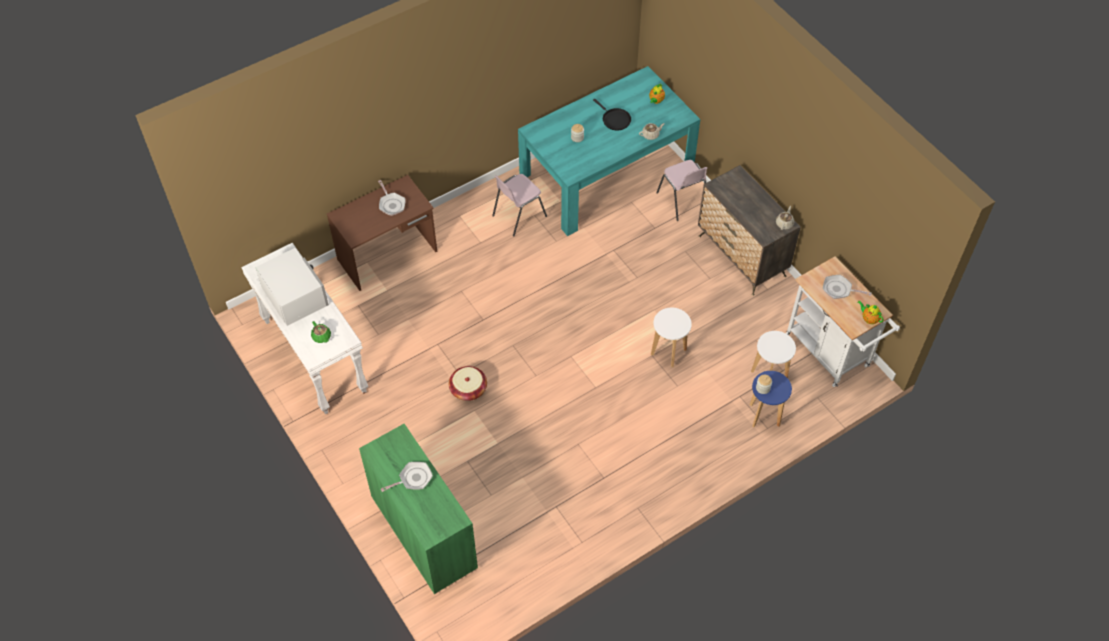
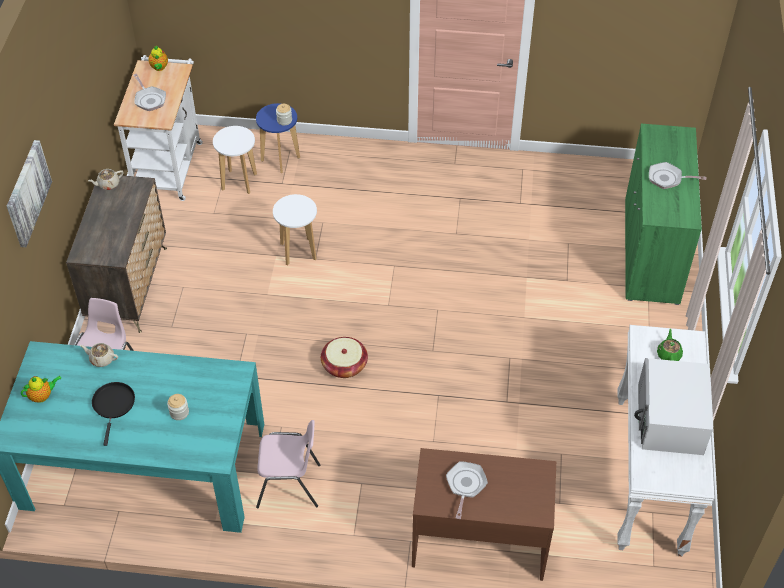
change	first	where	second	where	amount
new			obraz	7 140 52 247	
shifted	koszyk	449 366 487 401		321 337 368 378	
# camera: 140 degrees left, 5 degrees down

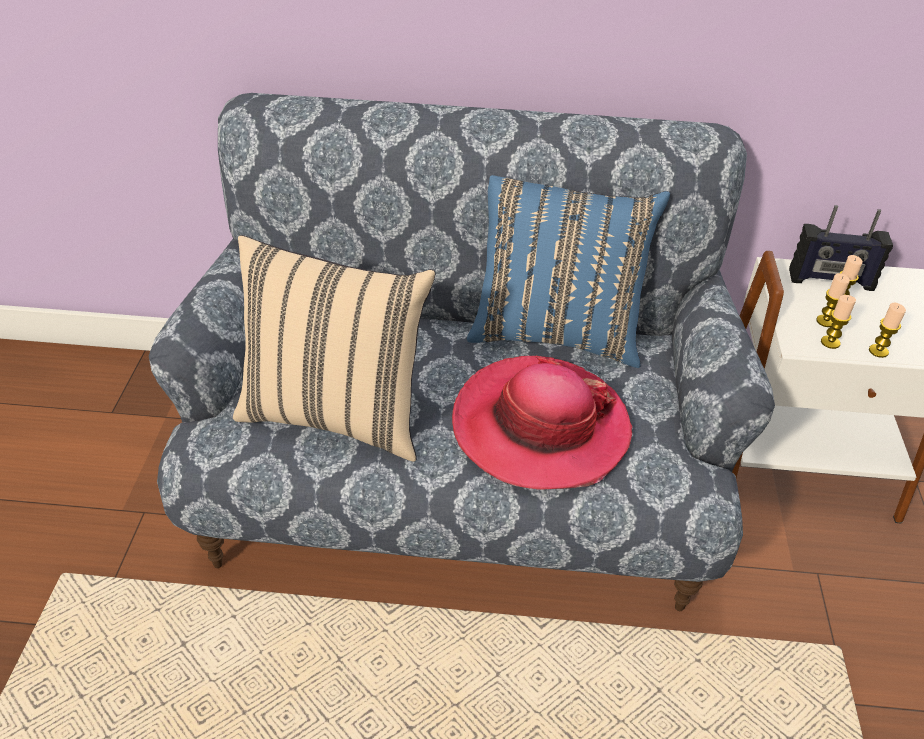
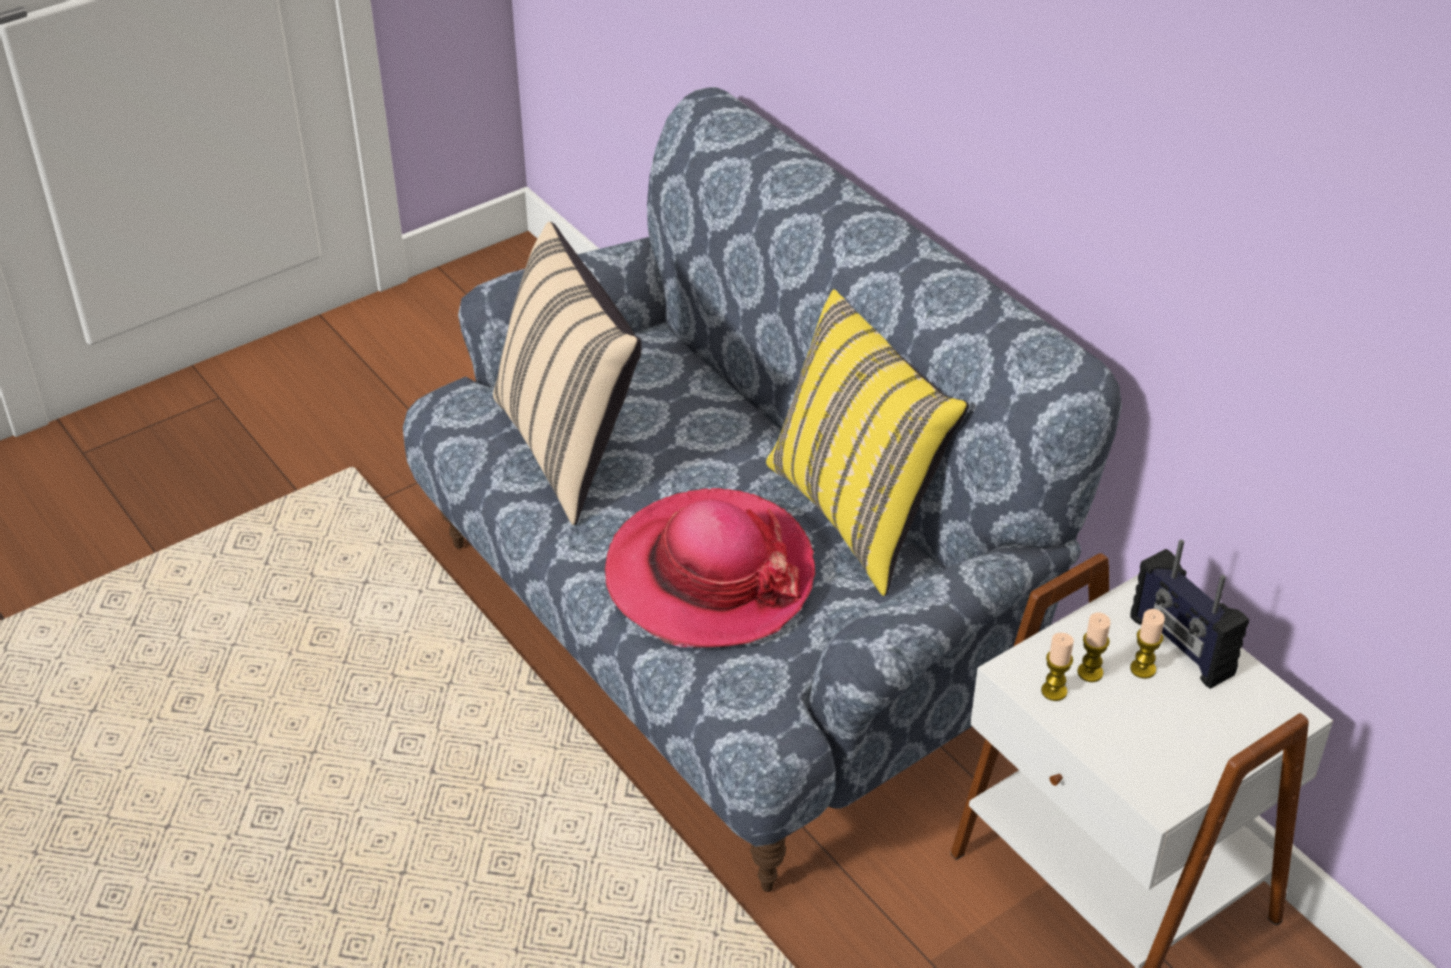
change	first	where	second	where	amount
repainted	poduszka/niebieski	467 175 670 368	poduszka/żółty	766 289 969 596	
gone	świeca	869 303 906 358			
# camera: 50 degrees right, 0 degrees up

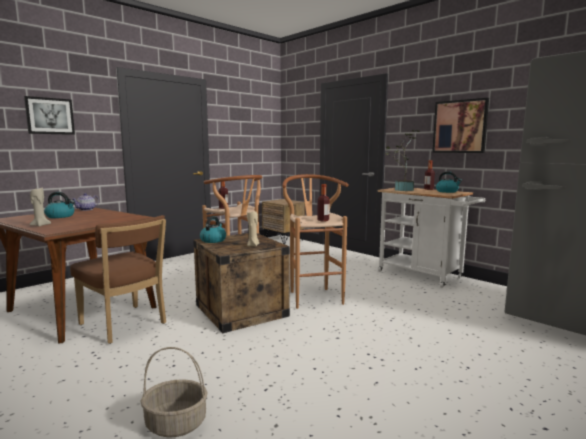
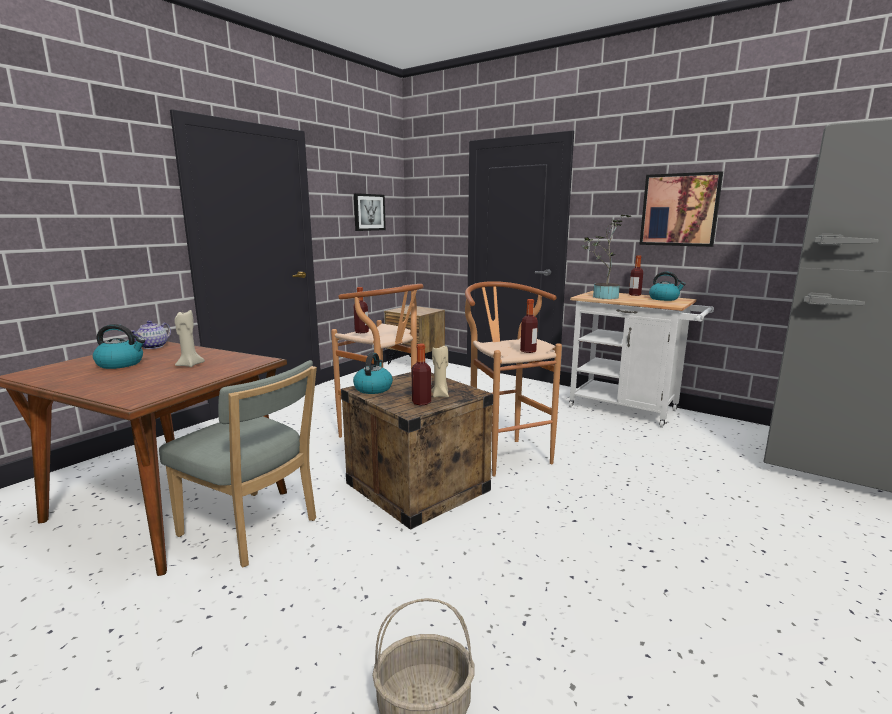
change	first	where	second	where	amount
repainted	krzesło/brązowy	70 215 166 344	krzesło/szary	159 360 317 568	
shifted	świeca/beżowy	29 187 51 227		175 310 205 367	
shifted	obraz	24 96 75 135		354 193 386 231	
new			butelka	411 344 431 406	
# camera: 10 degrees left, 5 degrees up

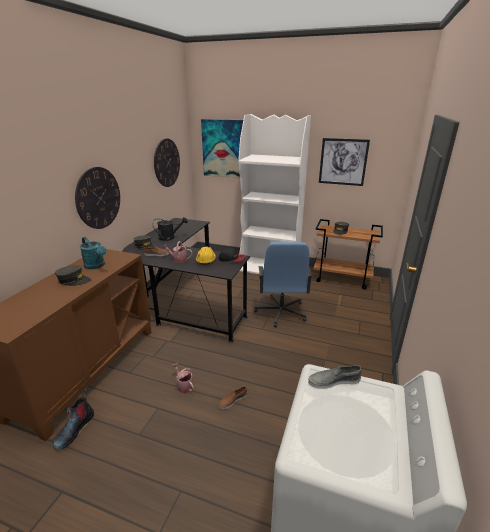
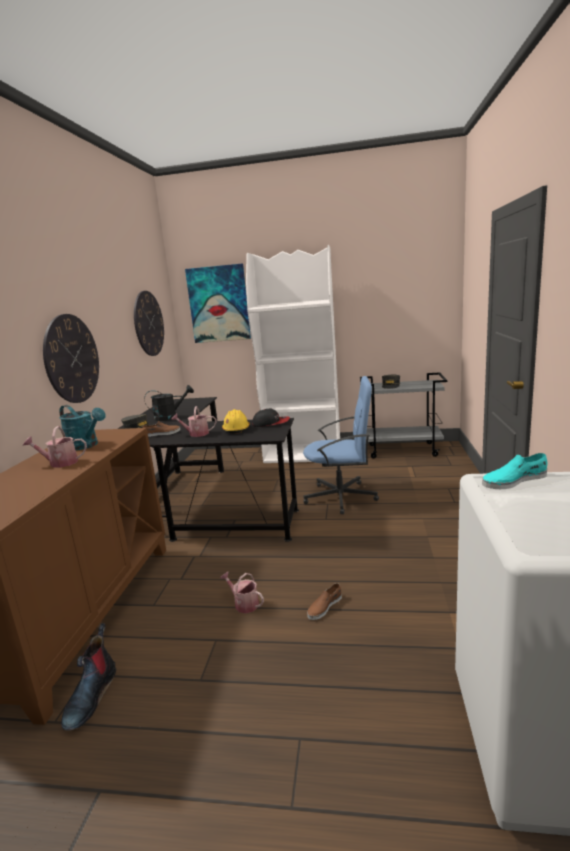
change	first	where	second	where	amount
swapped	czapka z daszkiem/szary	55 265 91 286	konewka	23 426 87 468	
rotated	krzesło biurowe/niebieski	254 242 313 327		303 376 379 514	75 degrees counterclockwise
repainted	wózek/brązowy	313 219 383 290	wózek/szary	360 372 447 458	
repainted	but/szary	308 365 362 389	but/turkusowy	482 453 548 489	
gone	obraz	319 138 370 186			
# camera: 10 degrees left, 10 degrees down

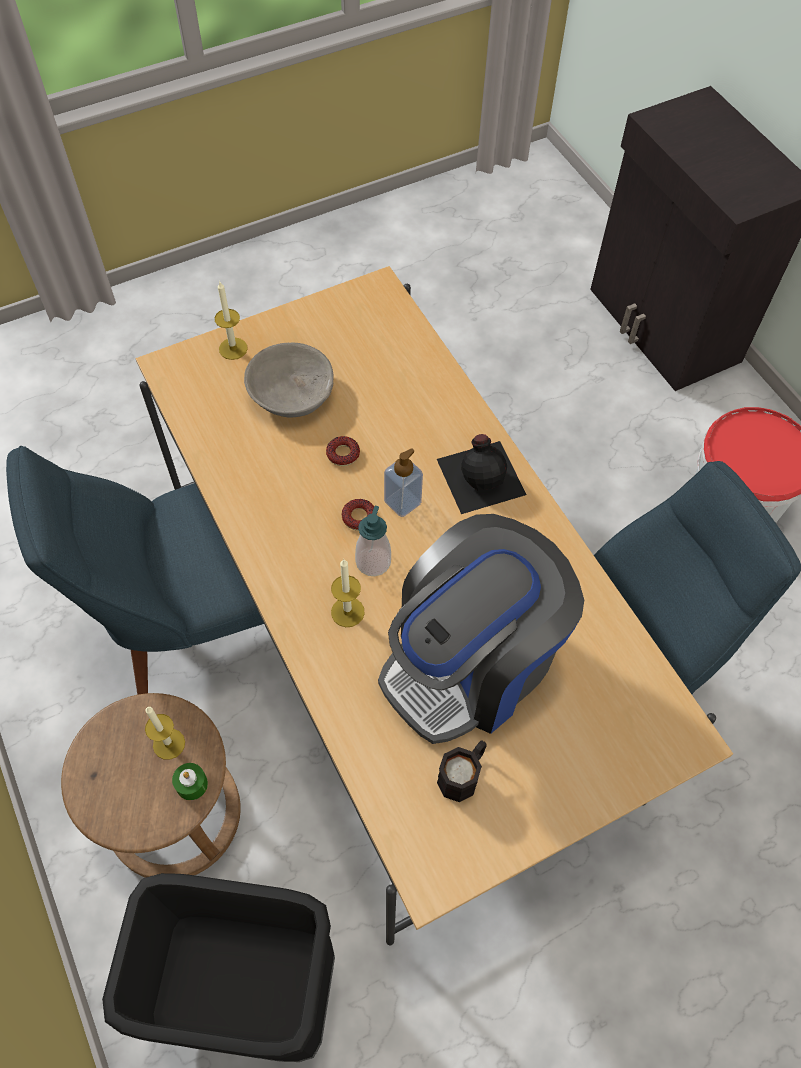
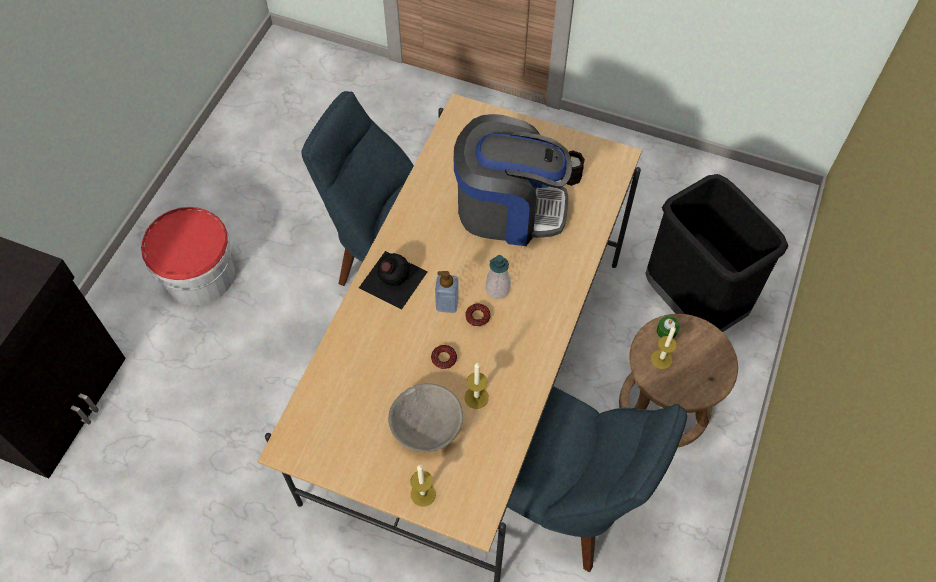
change	first	where	second	where	amount
shifted	świeca	331 559 365 627		465 363 489 409	
# camera: 130 degrees left, 0 degrees up

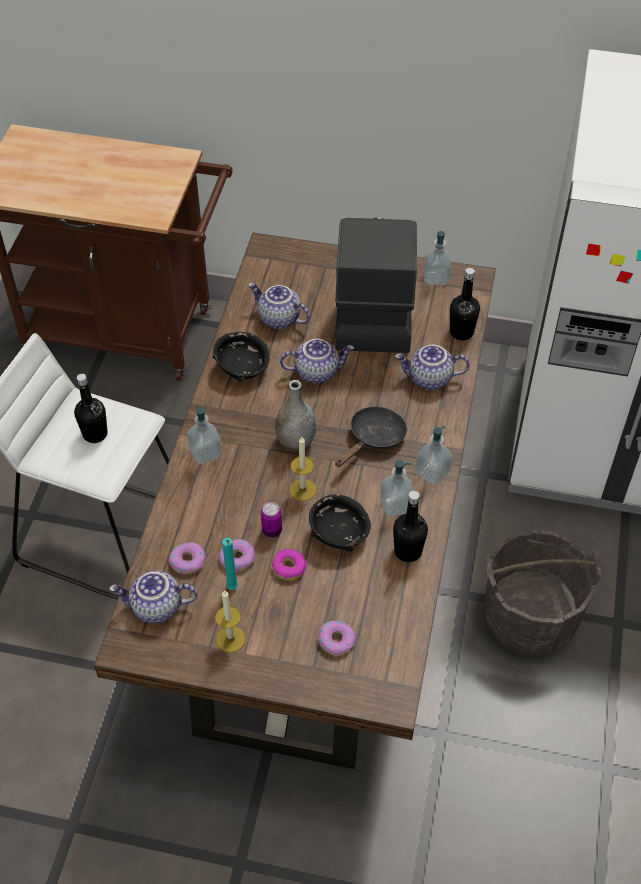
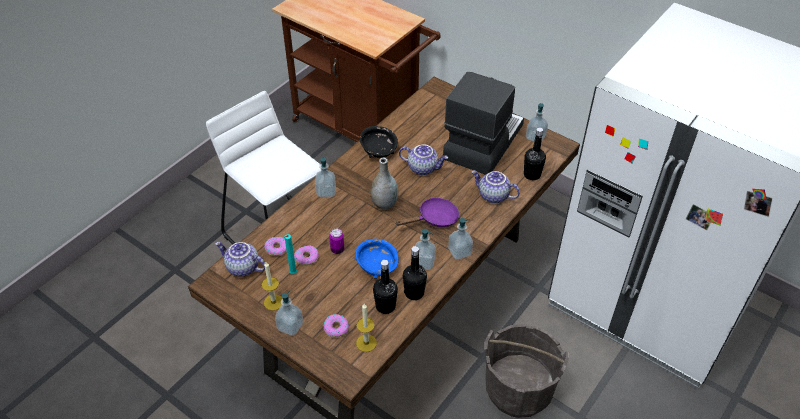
change	first	where	second	where	amount
new			dozownik mydła	275 290 303 336	
repainted	miska/czarny	309 494 371 552	miska/niebieski	355 239 399 279	
shifted	świeca	289 437 316 501		356 304 377 352	
shifted	butelka/czarny	74 374 108 443		373 260 398 314	
repainted	patelnia/czarny	335 406 408 467	patelnia/fioletowy	396 198 459 227	
gone	imbryk	248 282 310 329			
gone	donut	272 549 307 581			
# camera: 25 degrees right, 5 degrees down

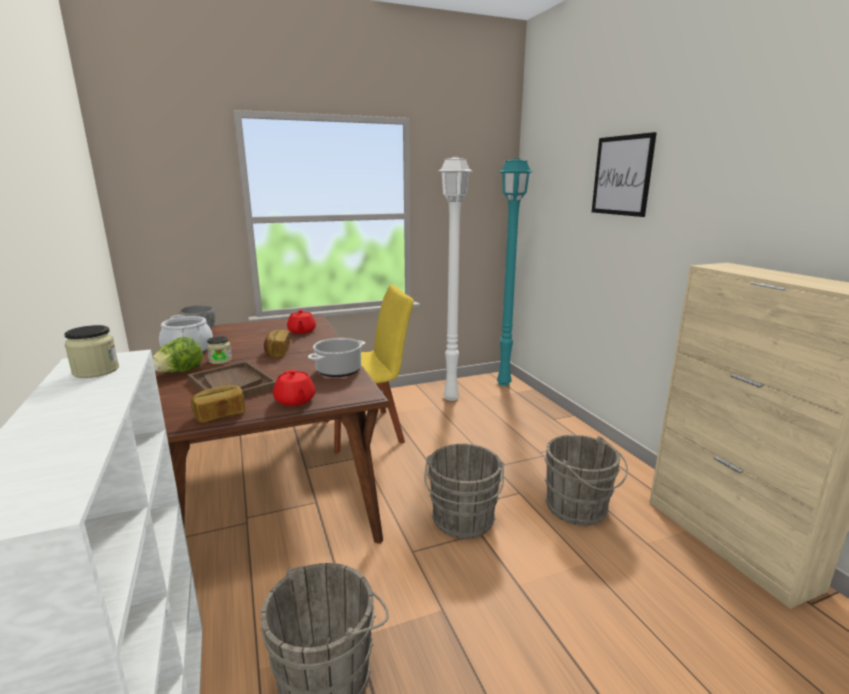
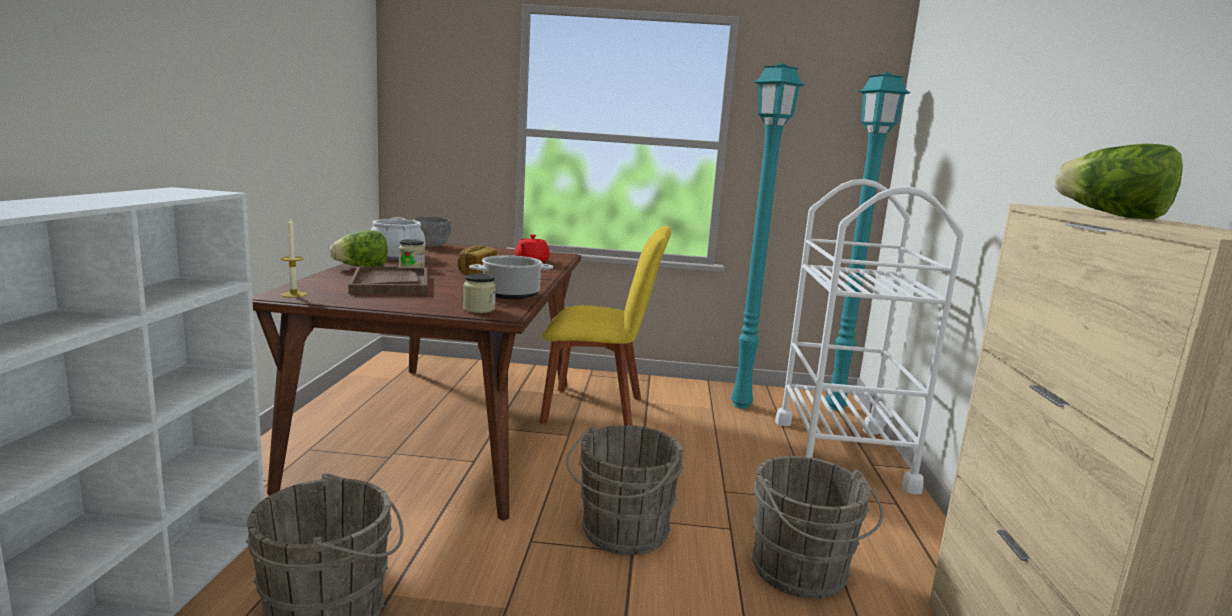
change	first	where	second	where	amount
new			świeca	281 217 307 298	
shifted	słoik	64 325 119 378		463 274 496 313	
repainted	lampa stojąca/biały	438 157 472 401	lampa stojąca/turkusowy	731 63 805 409	
new			wózek/biały	775 179 964 494	
new			sałata	1055 144 1183 220	
gone	chleb	191 385 246 423			
gone	imbryk/czerwony	273 370 315 406			
gone	obraz	592 132 657 217			
# camera: 25 degrees right, 5 degrees down

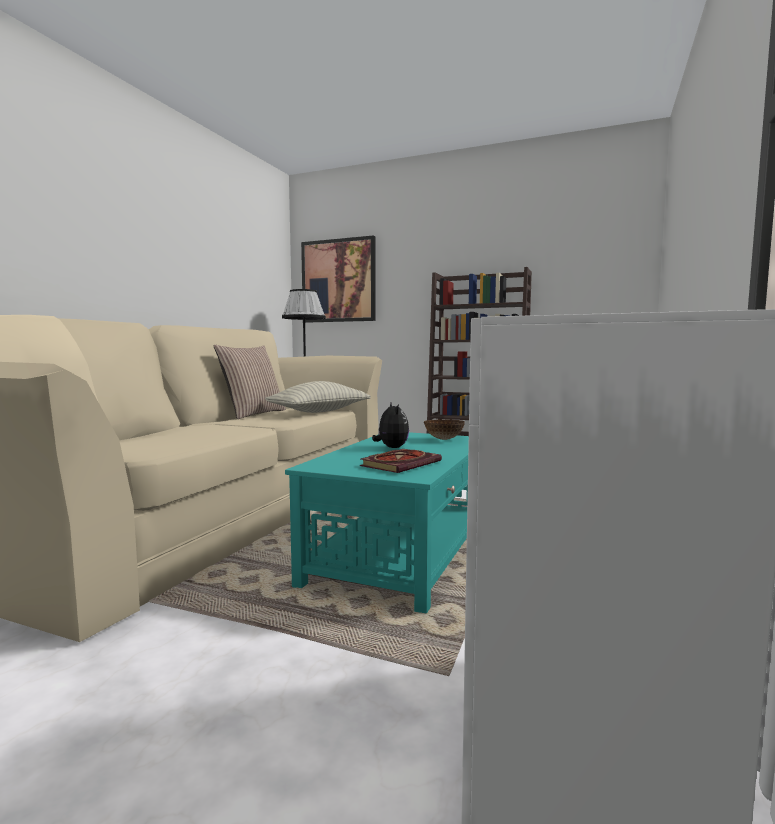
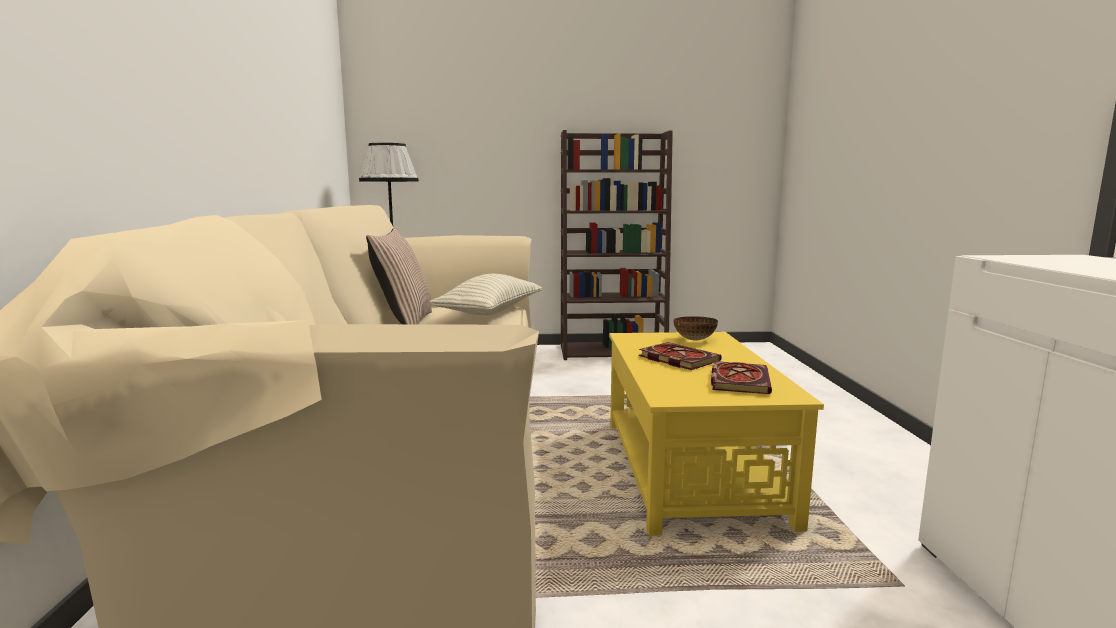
change	first	where	second	where	amount
repainted	ława/turkusowy	285 432 469 613	ława/żółty	609 332 824 536	
swapped	pluszak	372 402 409 448	książka	639 342 722 370	
gone	obraz	301 235 376 323			
# camera: 25 degrees left, 5 degrees up

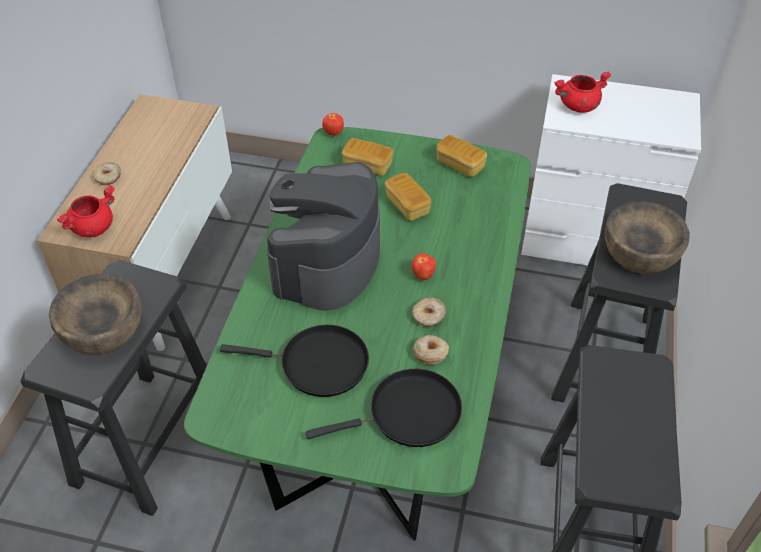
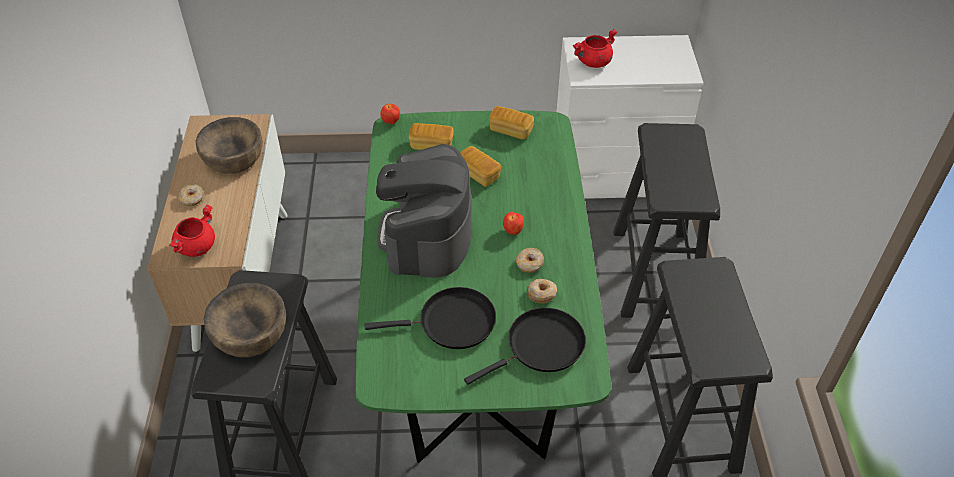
change	first	where	second	where	amount
shifted	miska/brązowy	604 201 690 274		195 117 263 174	
# camera: 15 degrees left, 0 degrees up

